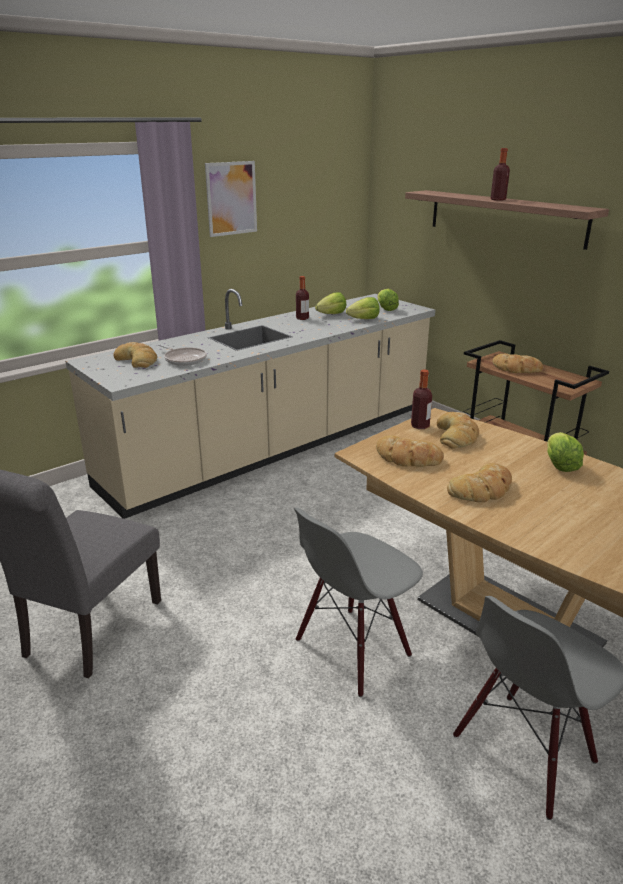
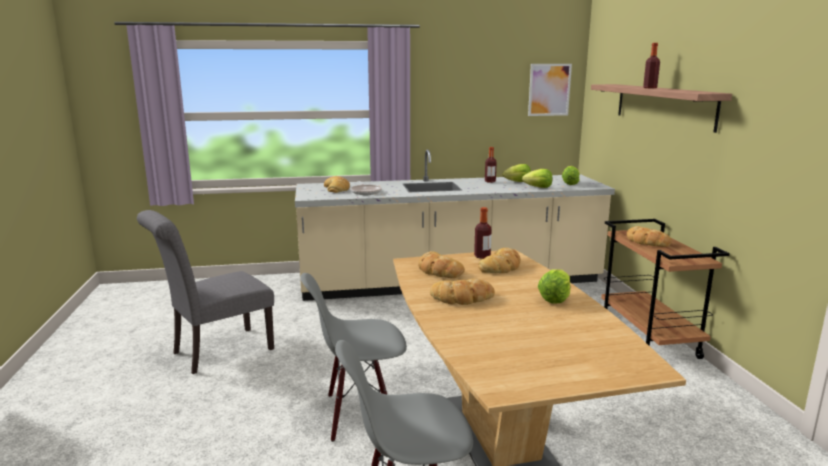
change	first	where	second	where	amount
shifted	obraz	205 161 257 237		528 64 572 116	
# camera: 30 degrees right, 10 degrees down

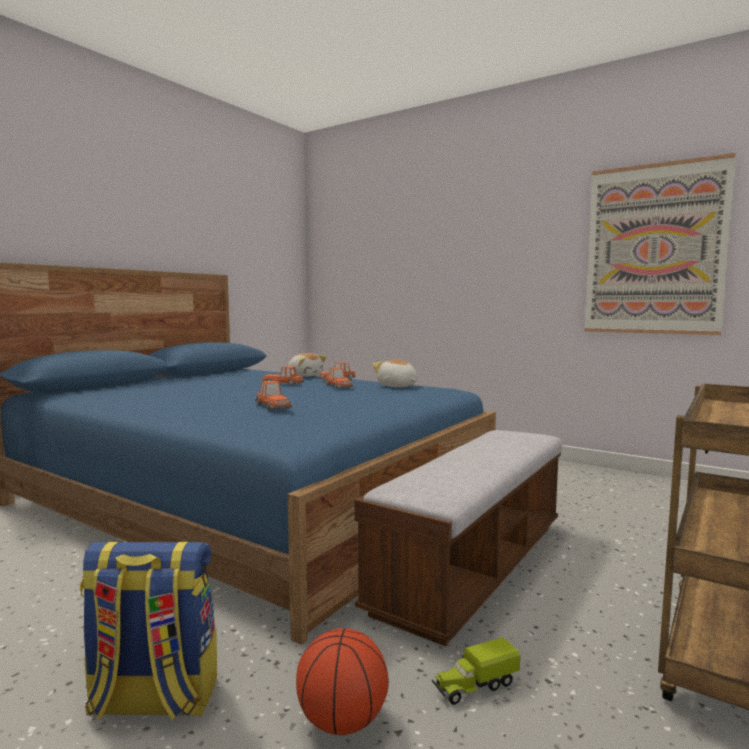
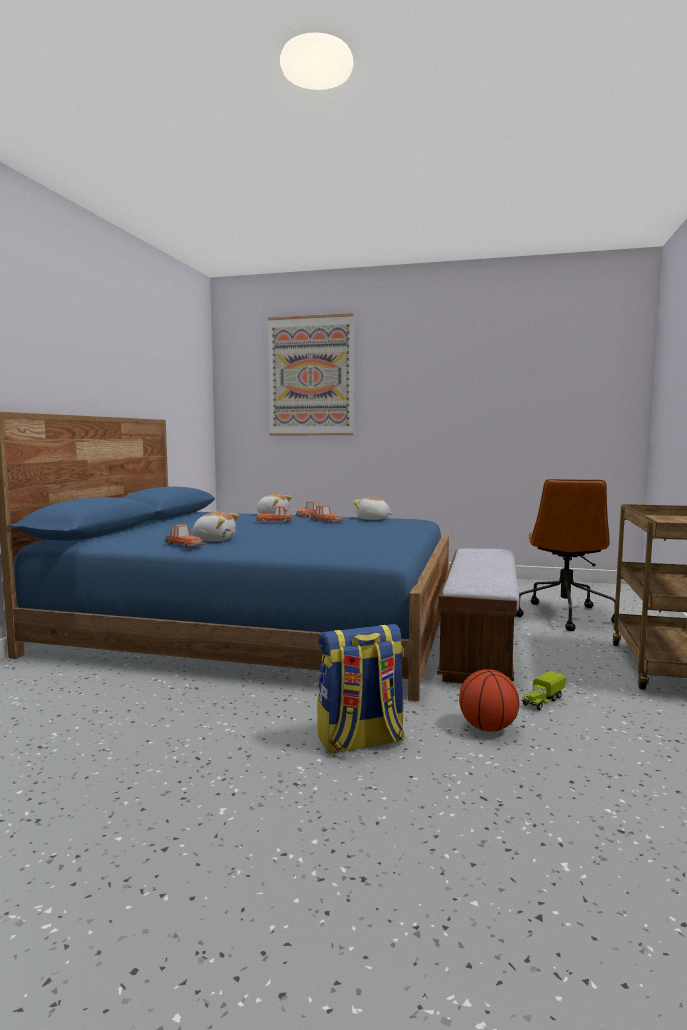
change	first	where	second	where	amount
shifted	samochodzik	255 381 293 410		165 524 205 548	
new			pluszak	190 512 239 541	
shifted	obraz	584 153 736 335		268 313 354 436	
new			krzesło biurowe/brązowy	516 479 615 631	
# camera: 20 degrees left, 0 degrees up

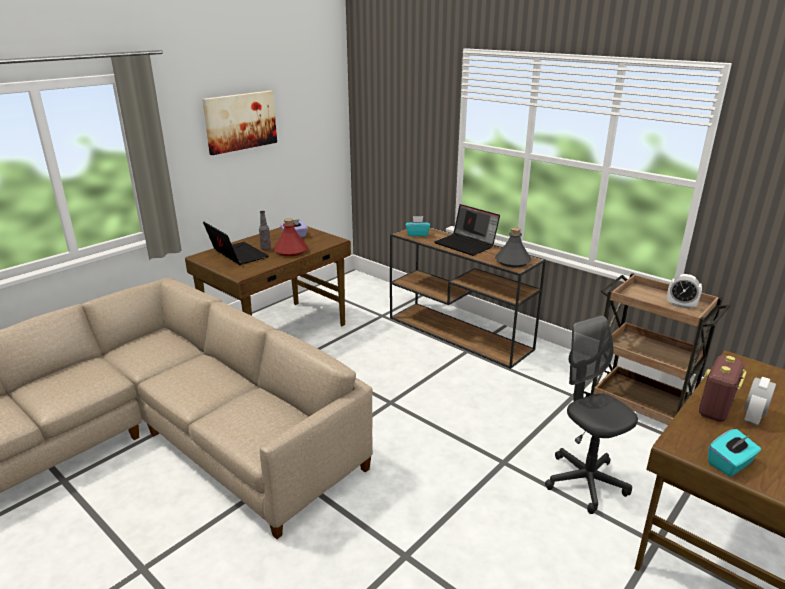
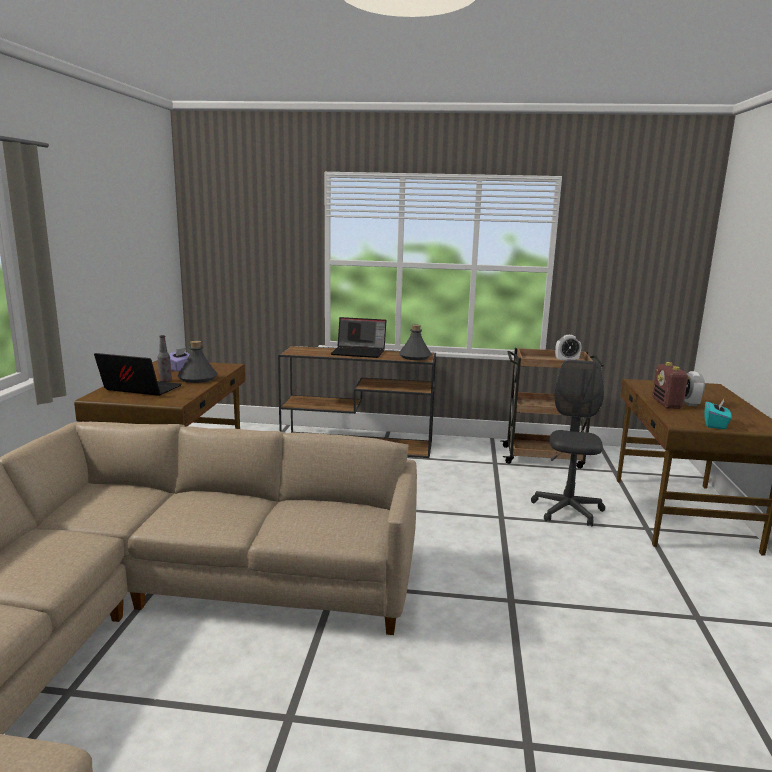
change	first	where	second	where	amount
repainted	butelka/czerwony	273 218 308 256	butelka/szary	177 341 217 383	
rotated	krzesło biurowe/szary	545 315 638 514		531 359 605 526	75 degrees clockwise
gone	obraz	202 91 277 155			
gone	pudełko chusteczek/turkusowy	406 216 430 236			
# camera: 35 degrees left, 10 degrees down

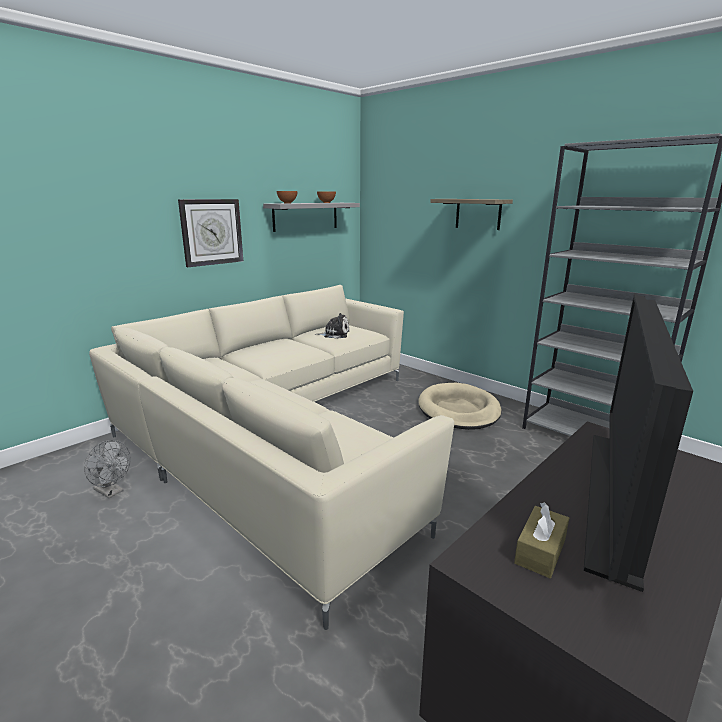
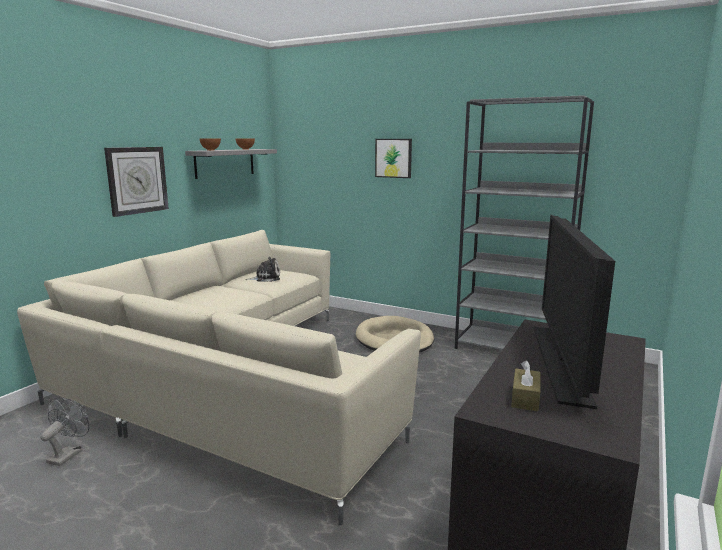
change	first	where	second	where	amount
rotated	wentylator/szary	84 440 131 498		40 397 89 466	90 degrees counterclockwise
swapped	półka	430 199 513 230	obraz	375 139 412 178	
# camera: 15 degrees left, 5 degrees down

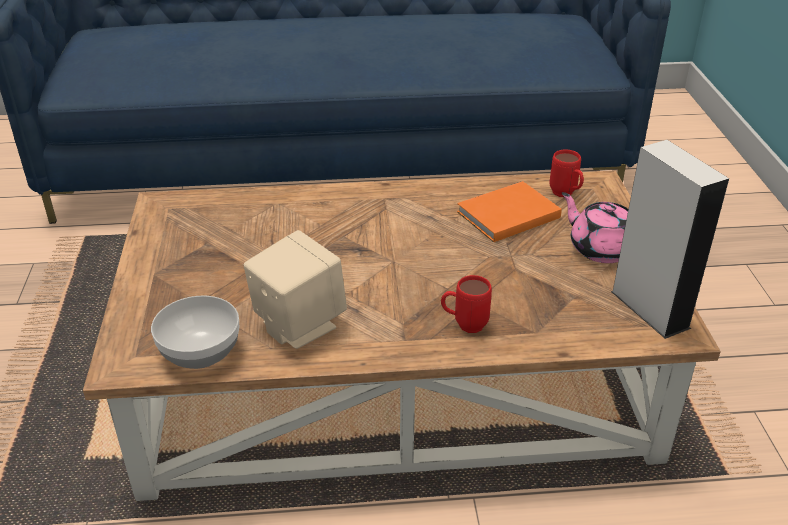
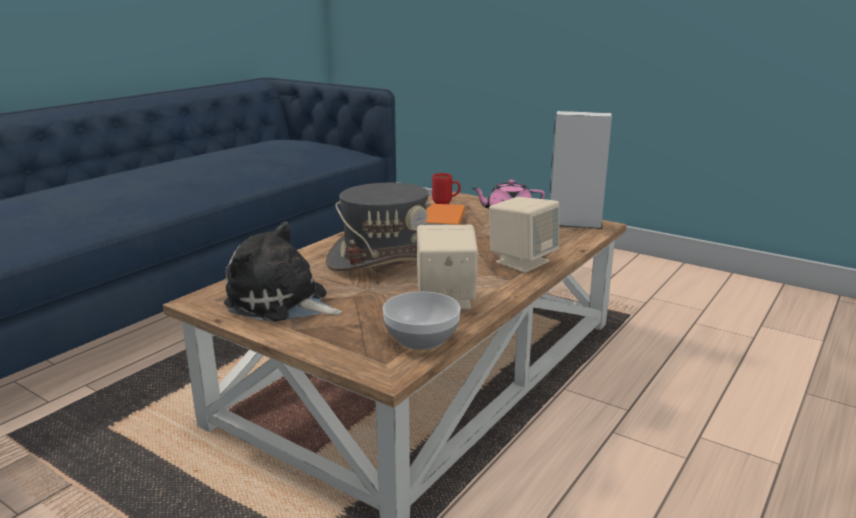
change	first	where	second	where	amount
new			pluszak	224 222 342 322	
new			kapelusz/szary	326 183 431 271	
swapped	kubek/czerwony	441 275 492 333	głośnik/beżowy	489 197 559 273	
# camera: 50 degrees left, 15 degrees down

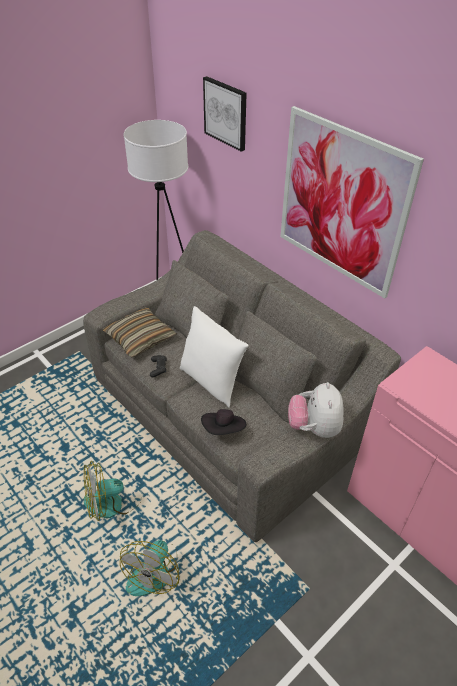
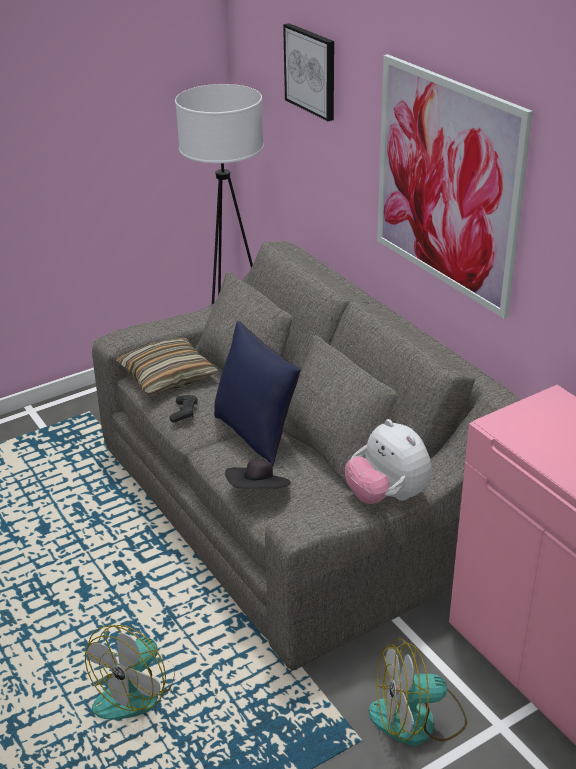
change	first	where	second	where	amount
repainted	poduszka/biały	180 306 249 408	poduszka/niebieski	214 321 301 467	
rotated	pluszak	288 382 344 438		345 419 431 504	45 degrees counterclockwise
shifted	wentylator	84 461 141 521		369 639 467 746	
# camera: 10 degrees right, 10 degrees down

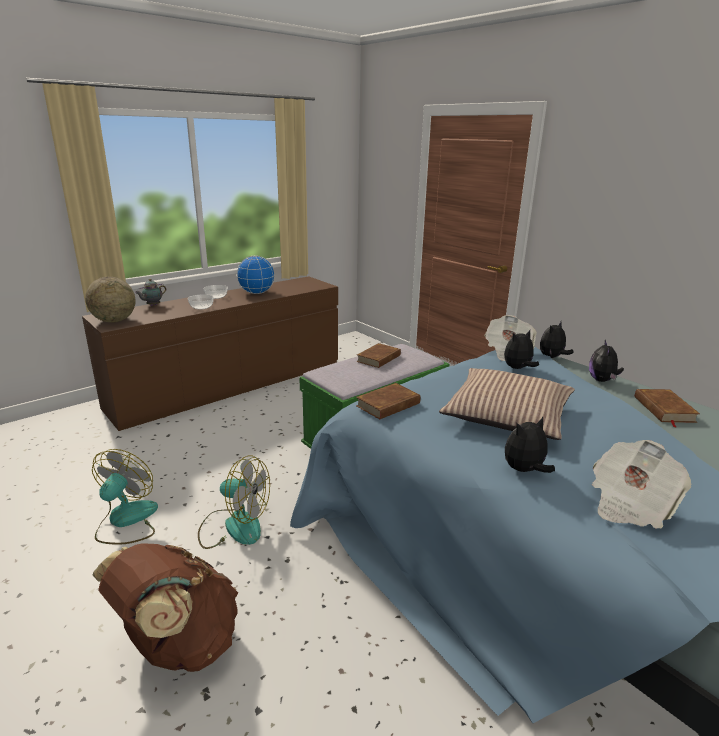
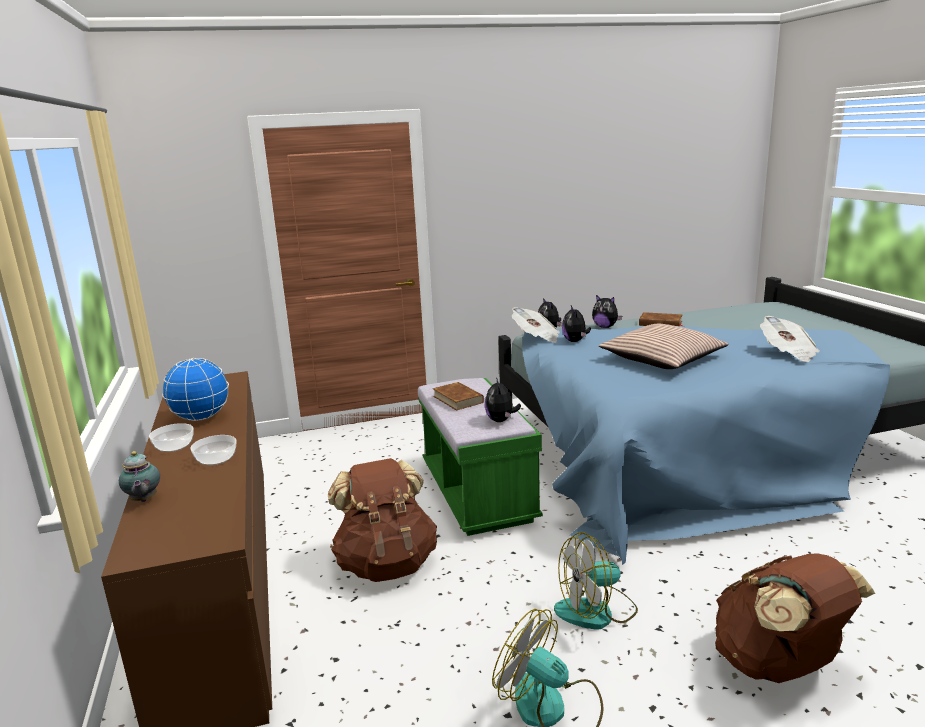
change	first	where	second	where	amount
new			plecak/brązowy	328 458 437 582	
shifted	pluszak	505 417 555 473		485 377 521 422	
rotated	wentylator	198 455 270 549		554 532 638 630	150 degrees counterclockwise
gone	globus	85 277 135 323			
gone	książka/brązowy	356 383 421 420			
# camera: 65 degrees left, 5 degrees down

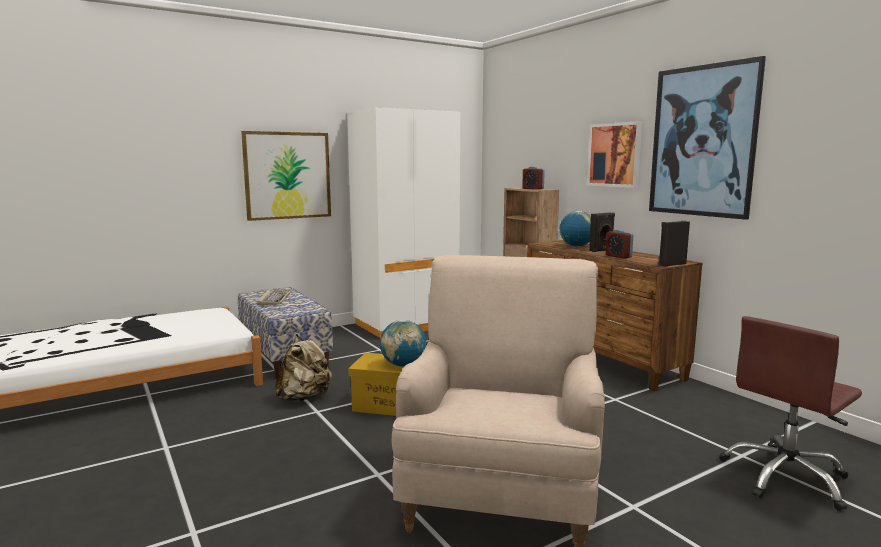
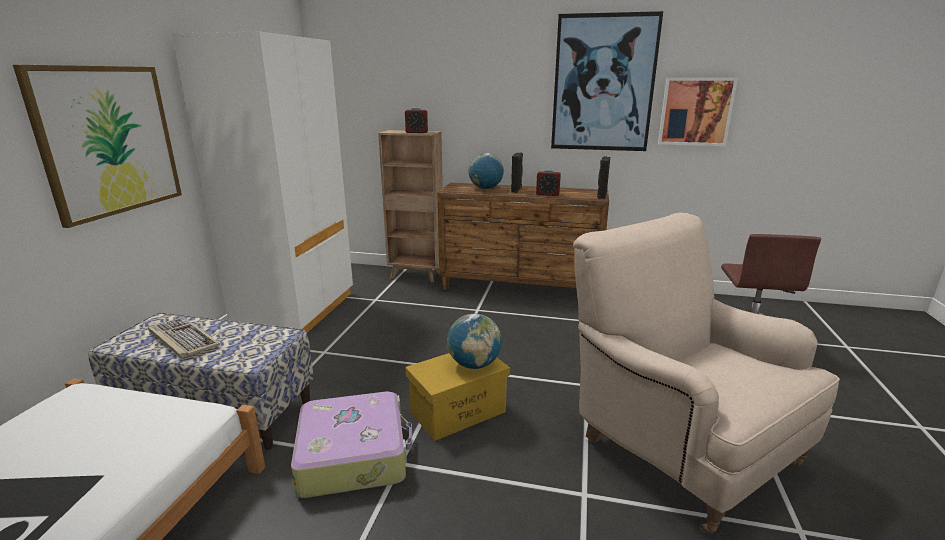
change	first	where	second	where	amount
swapped	plecak/beżowy	275 334 332 402	walizka	291 392 412 498	
shifted	obraz	587 121 642 188		658 77 738 146	
# camera: 45 degrees left, 10 degrees up

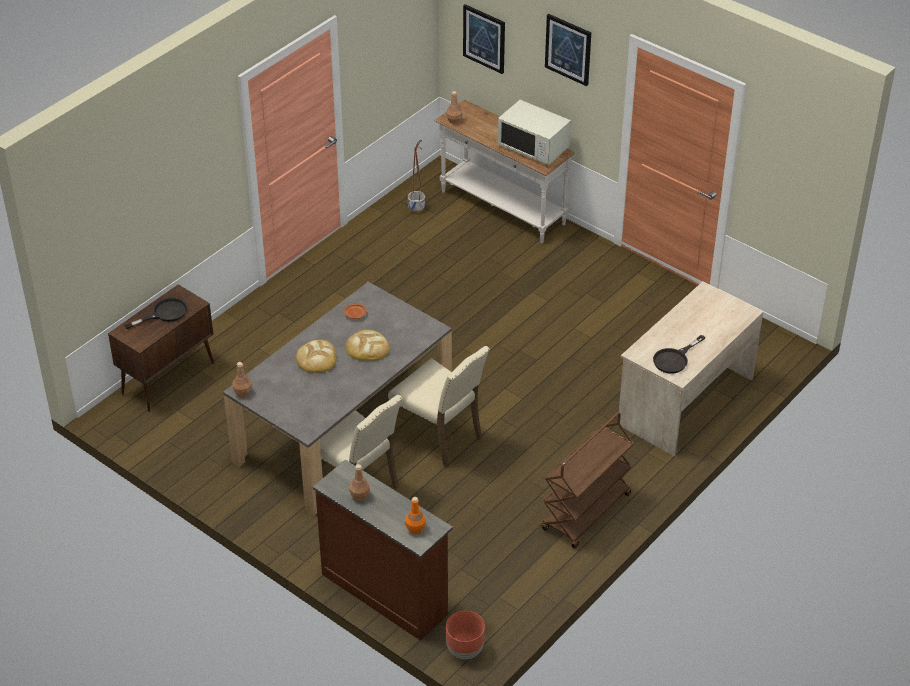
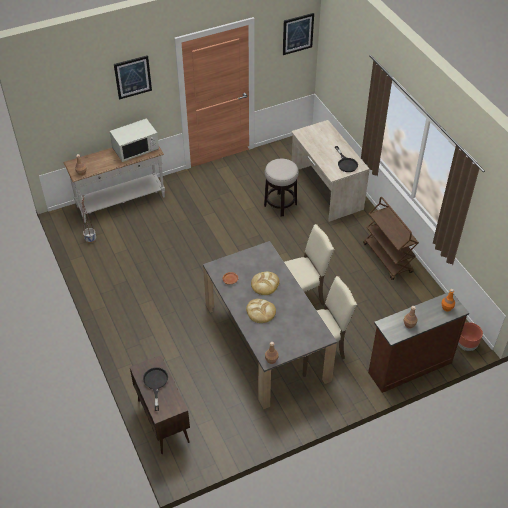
change	first	where	second	where	amount
new			stołek	264 159 299 216	
shifted	obraz	463 4 505 74		283 13 314 55	
# camera: 65 degrees left, 5 degrees up

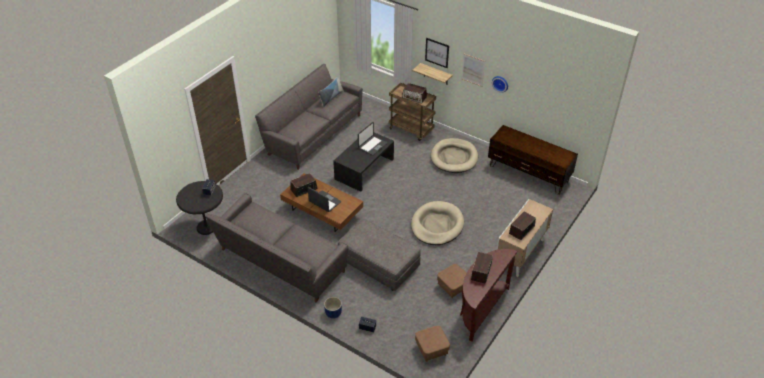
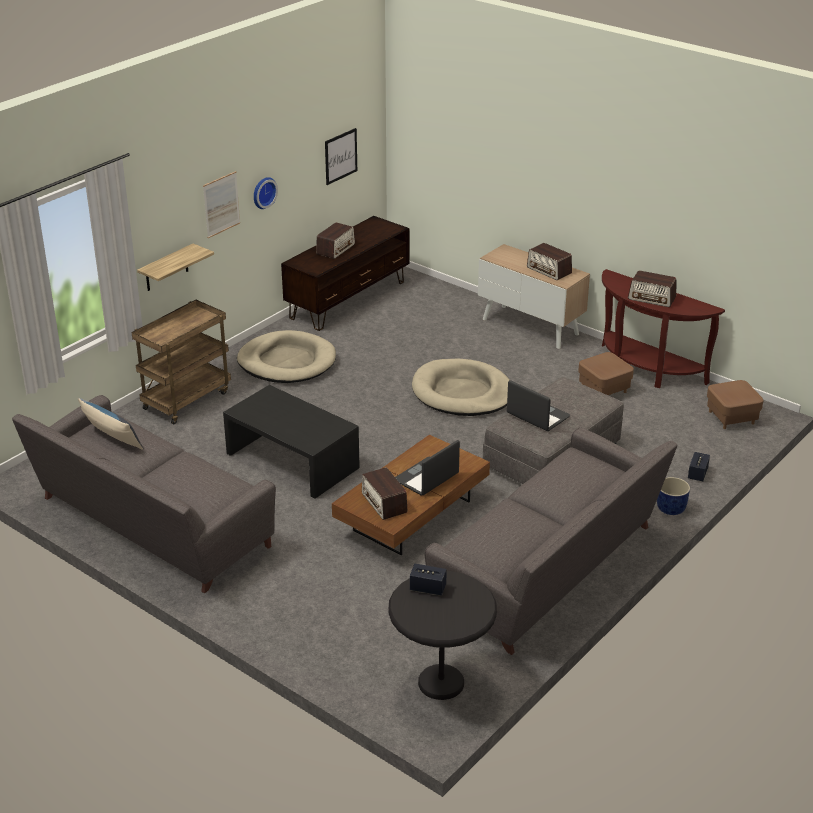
change	first	where	second	where	amount
shifted	radio	402 83 427 103		316 222 355 259	
shifted	obraz	425 38 449 68		325 128 357 185	
shifted	laptop	358 122 387 155		507 380 570 431	
# camera: 85 degrees left, 10 degrees down

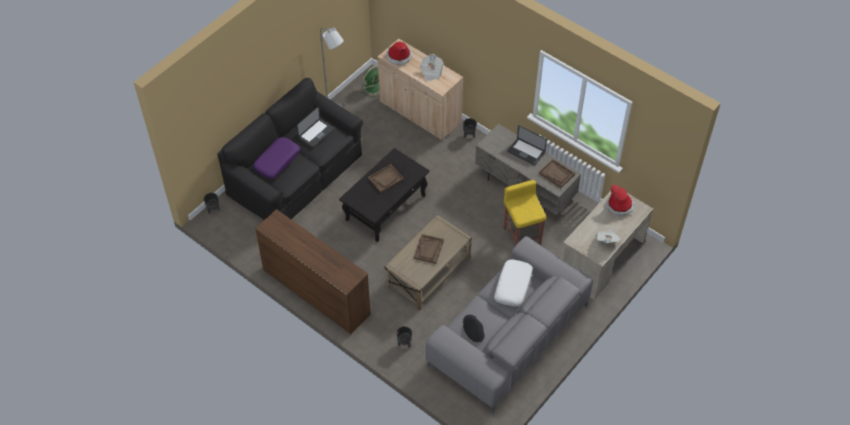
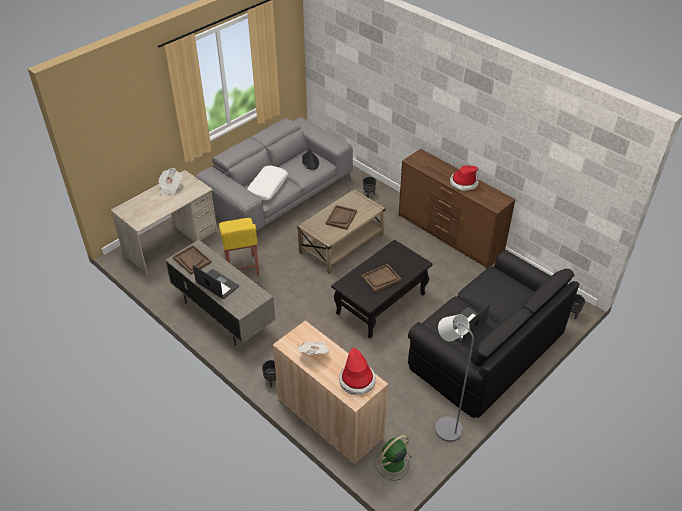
change	first	where	second	where	amount
shifted	kapelusz	606 185 634 217		450 165 479 191	
gone	poduszka/fioletowy	253 137 300 179			
# camera: 175 degrees left, 10 degrees down

